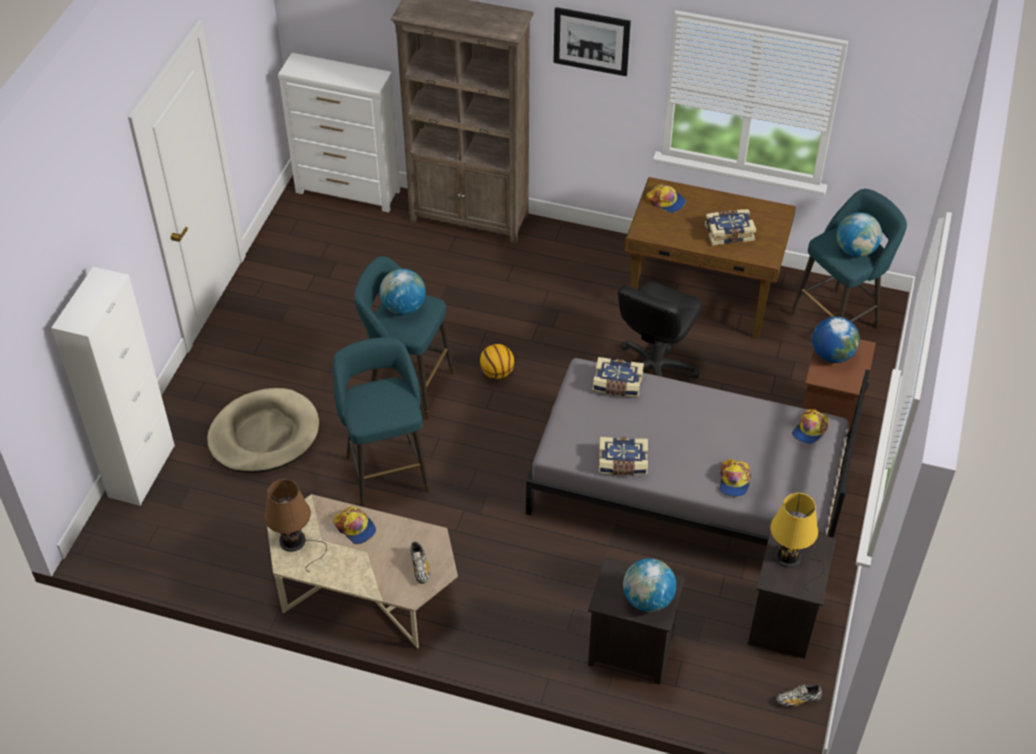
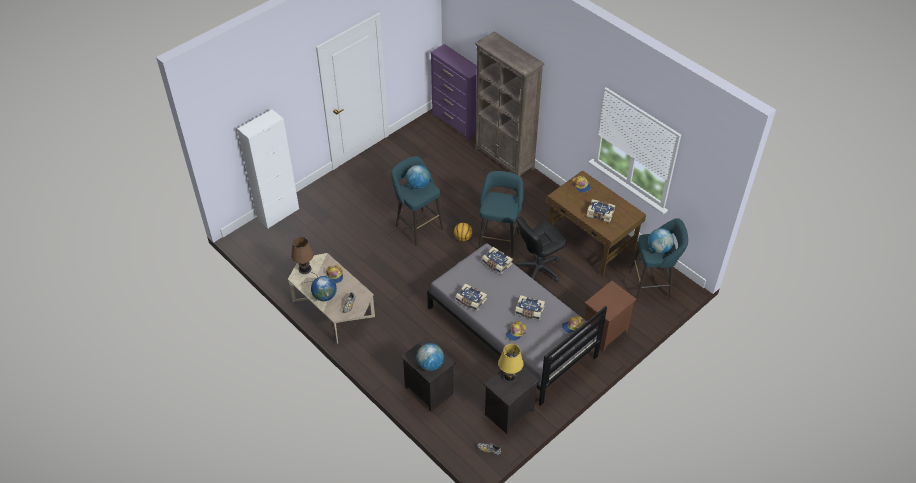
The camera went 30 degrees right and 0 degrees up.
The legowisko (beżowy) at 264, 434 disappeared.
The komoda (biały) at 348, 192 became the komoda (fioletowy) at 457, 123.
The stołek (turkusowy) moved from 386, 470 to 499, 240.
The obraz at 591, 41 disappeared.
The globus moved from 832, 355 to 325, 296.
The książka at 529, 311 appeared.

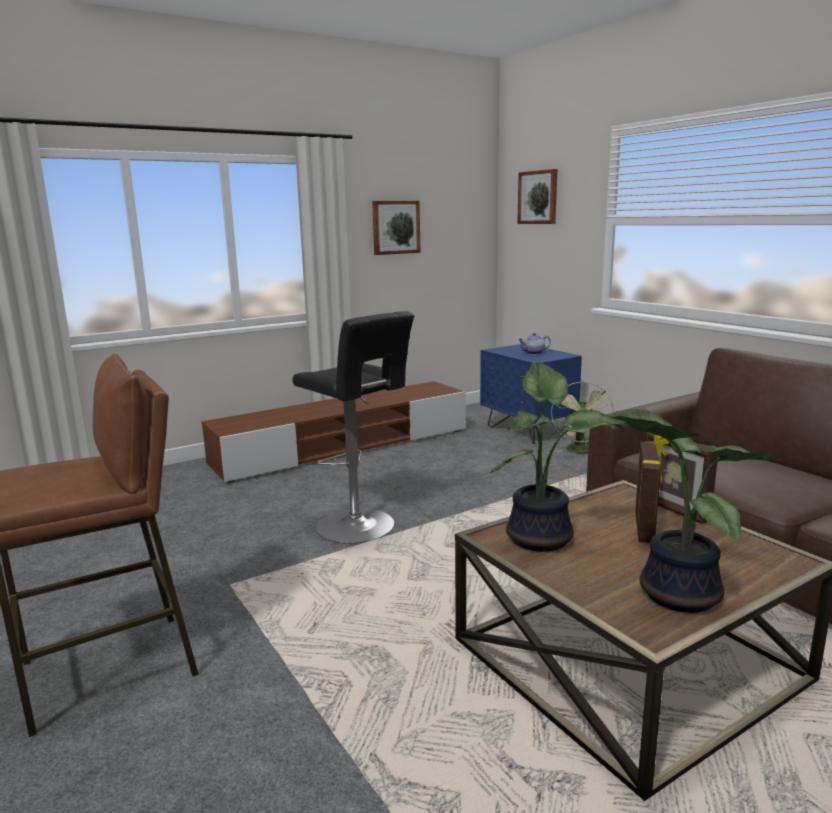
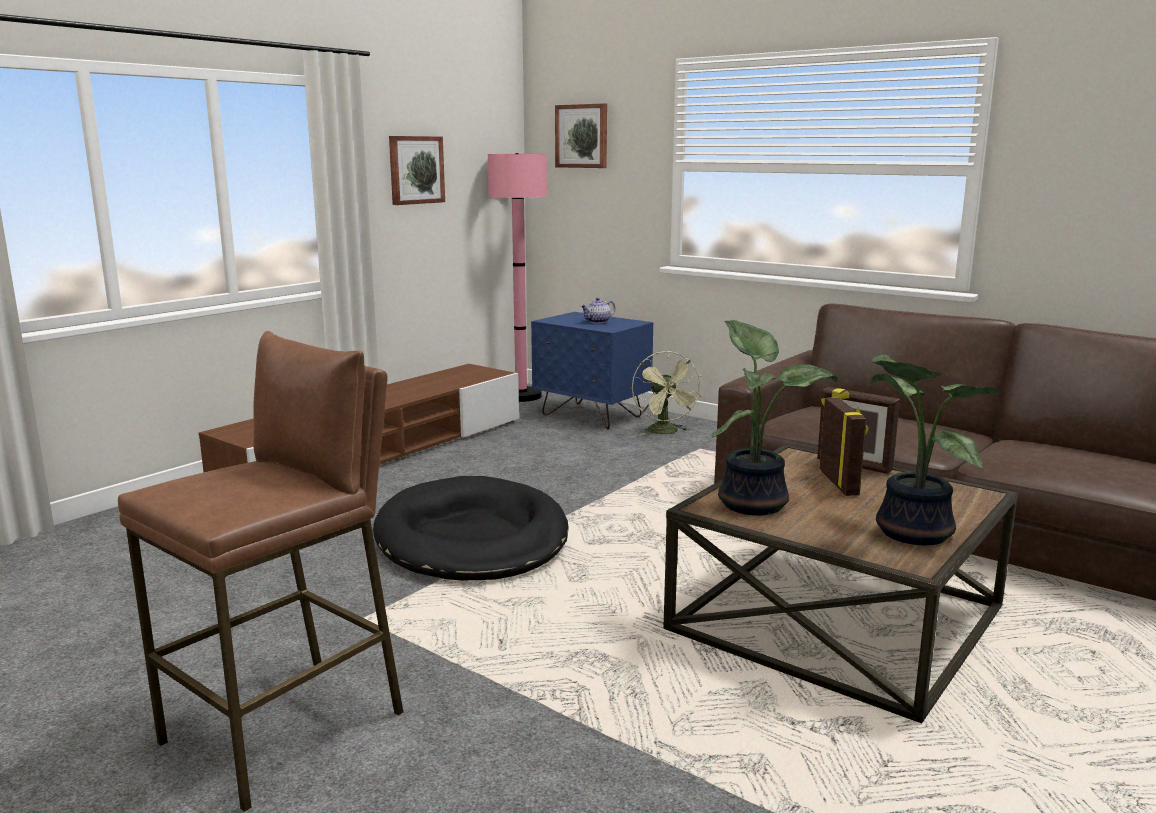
The camera went 20 degrees left and 0 degrees up.
The stołek (czarny) at 359, 527 was replaced by the legowisko (czarny) at 472, 538.
The lampa stojąca (różowy) at 521, 396 appeared.

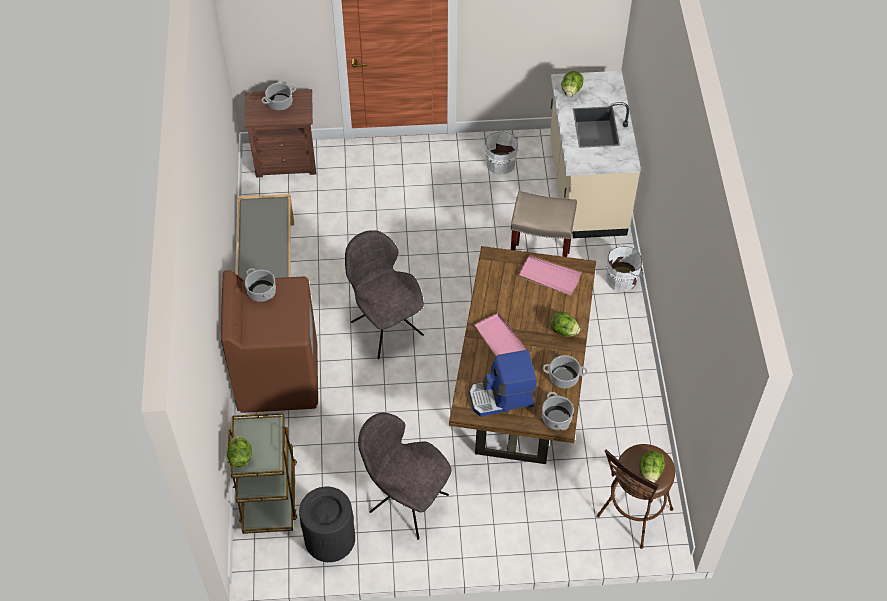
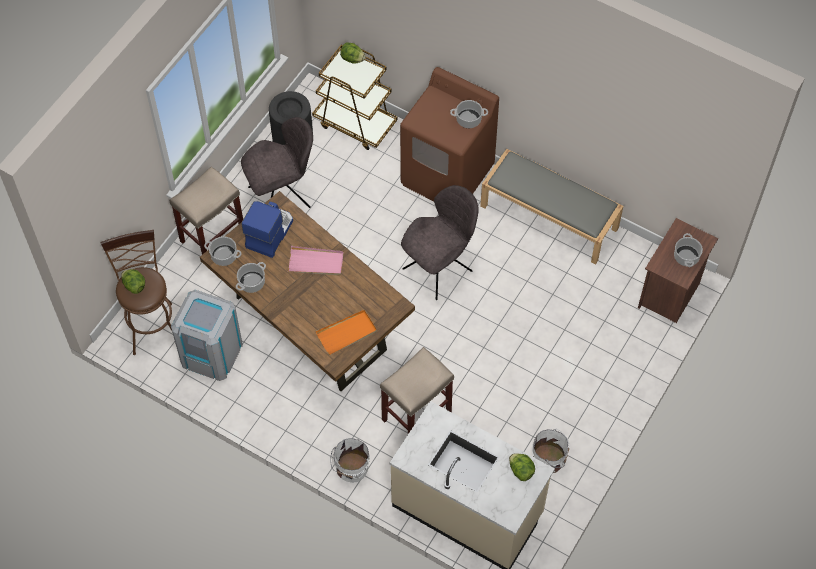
The camera went 125 degrees right and 5 degrees up.
The krzesło (szary) at 385, 326 turned 45 degrees counterclockwise.
The taca (różowy) at 549, 276 became the taca (pomarańczowy) at 347, 333.
The sałata at 564, 331 disappeared.
The stołek (beżowy) at 213, 236 appeared.
The kosz na śmieci (szary) at 212, 353 appeared.

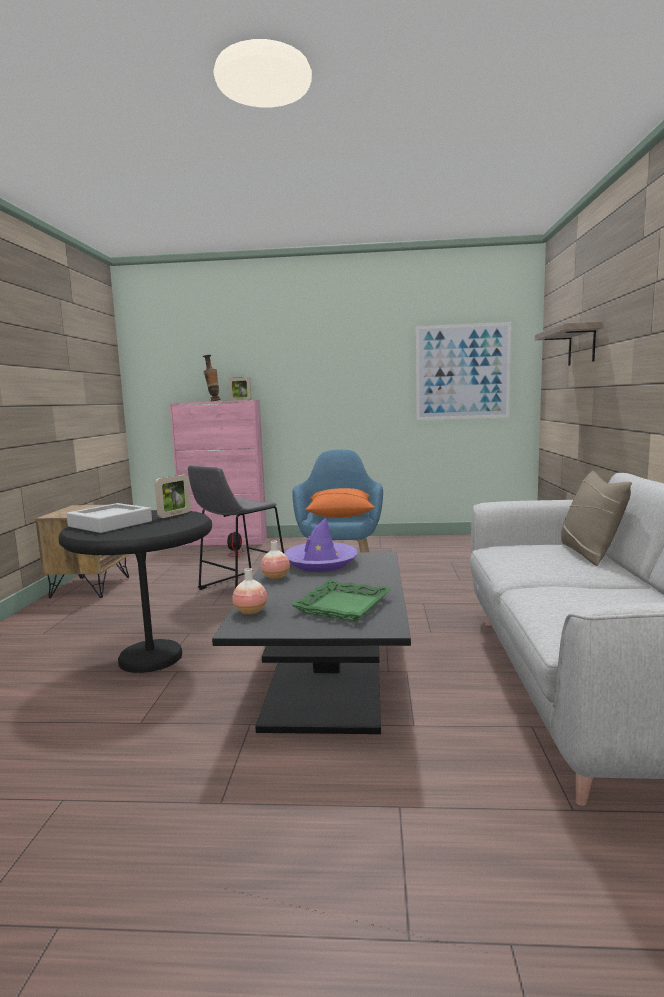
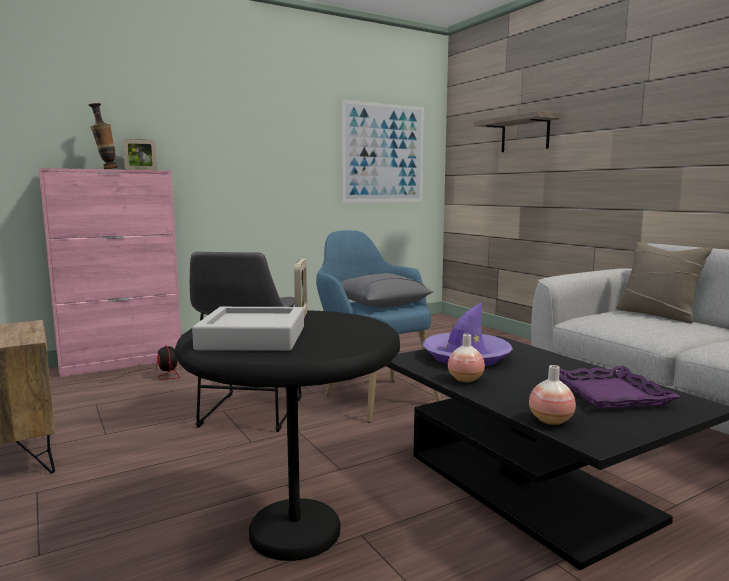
The camera went 35 degrees left and 0 degrees up.
The taca (zielony) at 343, 606 became the taca (fioletowy) at 611, 394.
The poduszka (pomarańczowy) at 340, 514 became the poduszka (szary) at 381, 304.

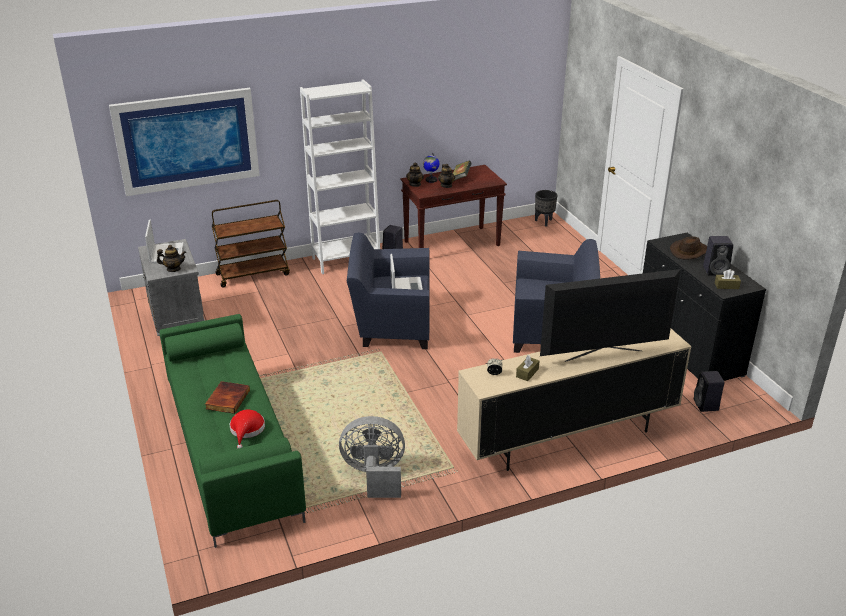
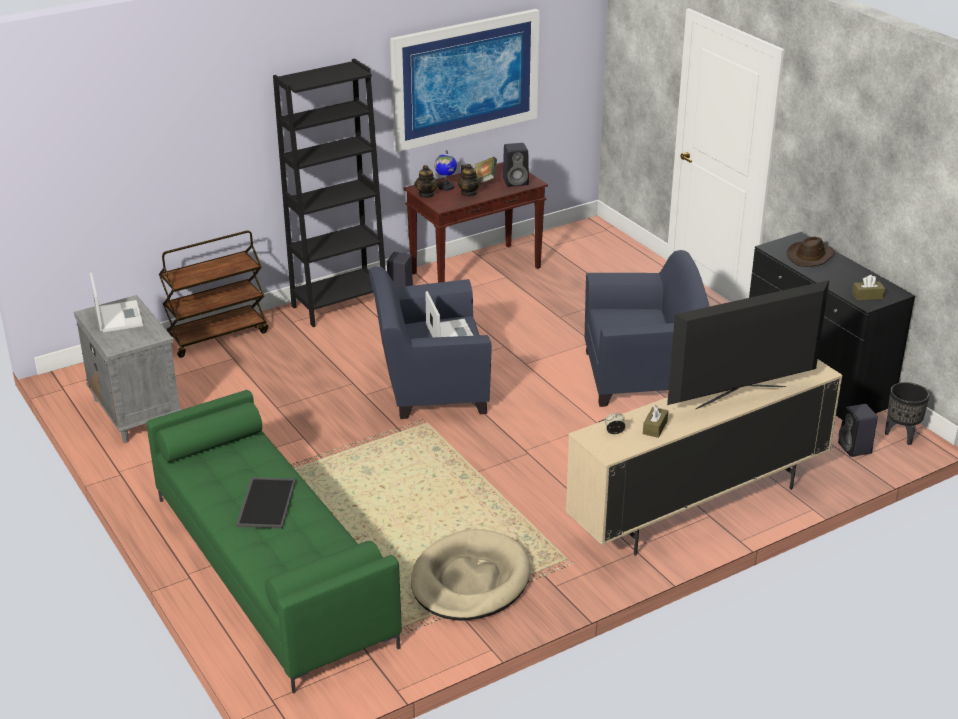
The camera went 10 degrees left and 0 degrees up.
The obraz moved from 187, 141 to 465, 78.
The imbryk at 173, 269 disappeared.
The książka at 227, 399 was replaced by the taca at 265, 502.
The kapelusz (czerwony) at 247, 430 disappeared.
The regał (biały) at 346, 260 became the regał (czarny) at 339, 305.
The wentylator (szary) at 375, 475 was replaced by the legowisko (beżowy) at 470, 580.
The donica (czarny) moved from 544, 222 to 901, 435.
The głośnik (czarny) moved from 716, 271 to 516, 181.

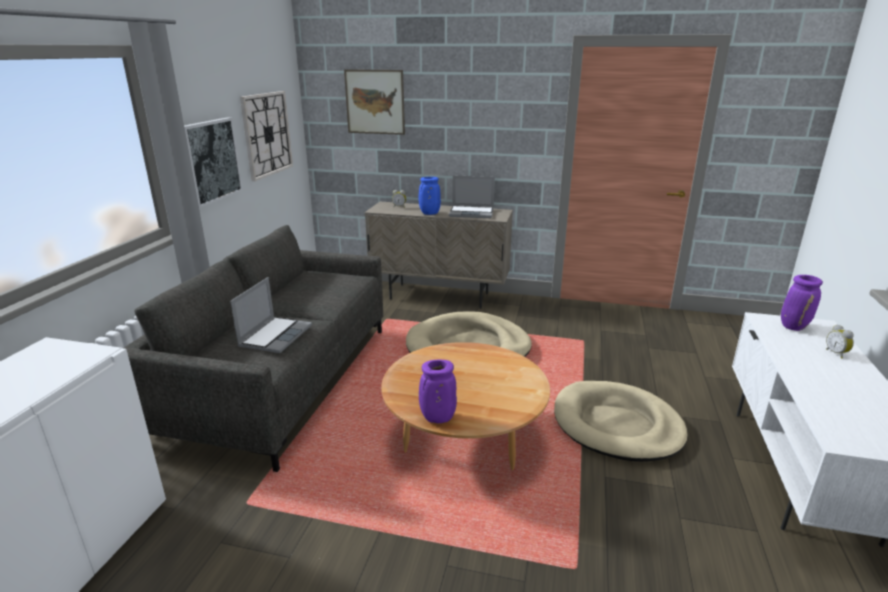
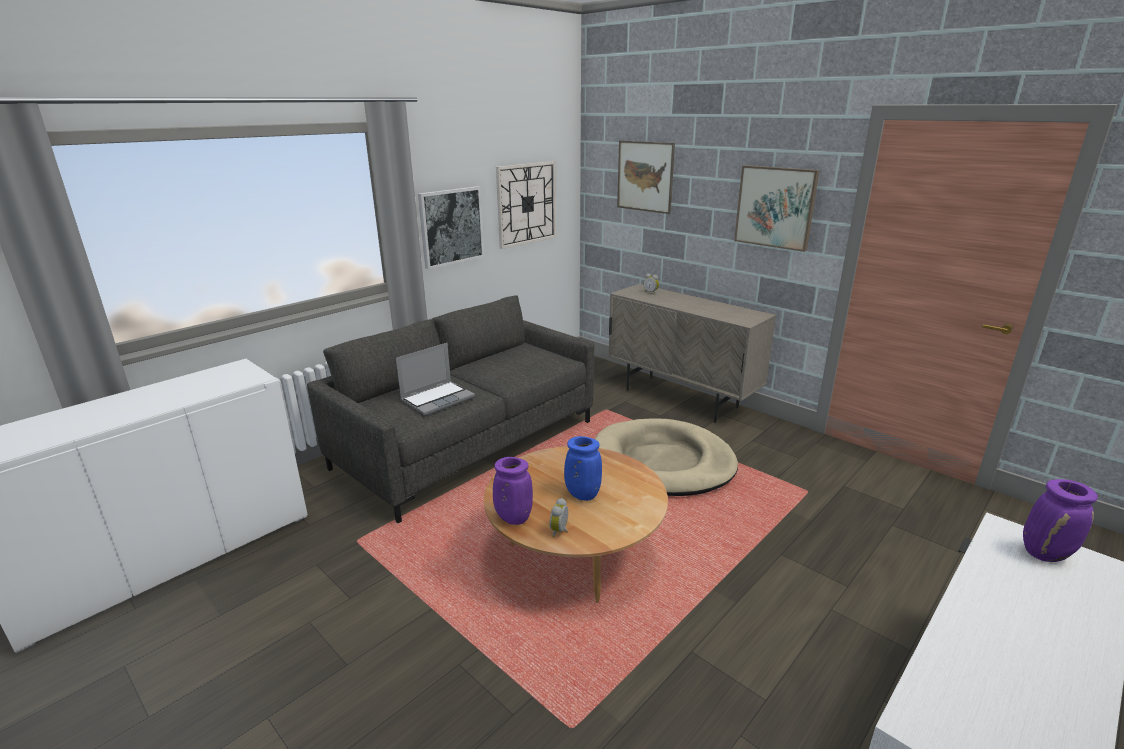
The camera went 30 degrees right and 0 degrees up.
The wazon (niebieski) moved from 429, 213 to 581, 495.
The laptop at 472, 213 disappeared.
The legowisko (beżowy) at 617, 425 disappeared.
The budzik moved from 836, 353 to 560, 531.
The obraz at 775, 207 appeared.

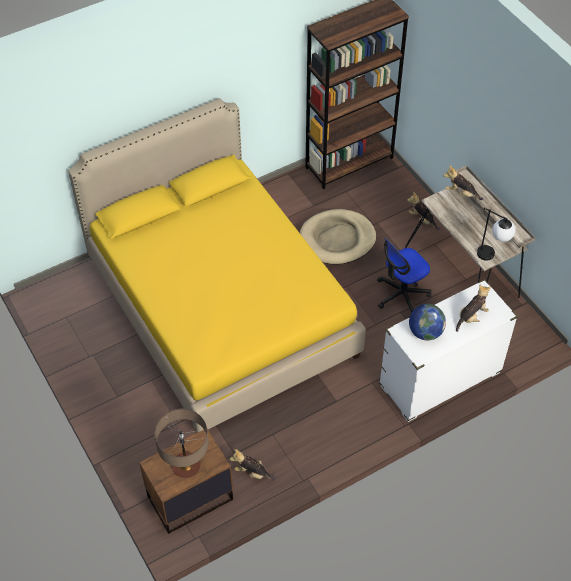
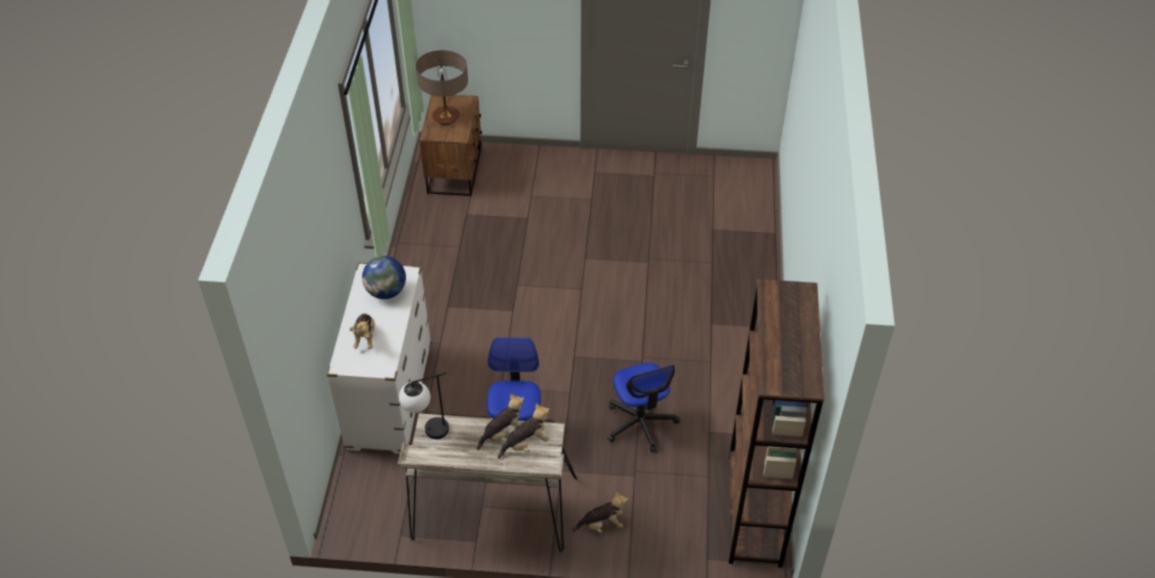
The camera went 125 degrees right and 5 degrees down.
The łóżko (żółty) at 221, 307 disappeared.
The pluszak moved from 252, 472 to 503, 434.
The legowisko (beżowy) at 337, 239 was replaced by the krzesło biurowe at 640, 423.

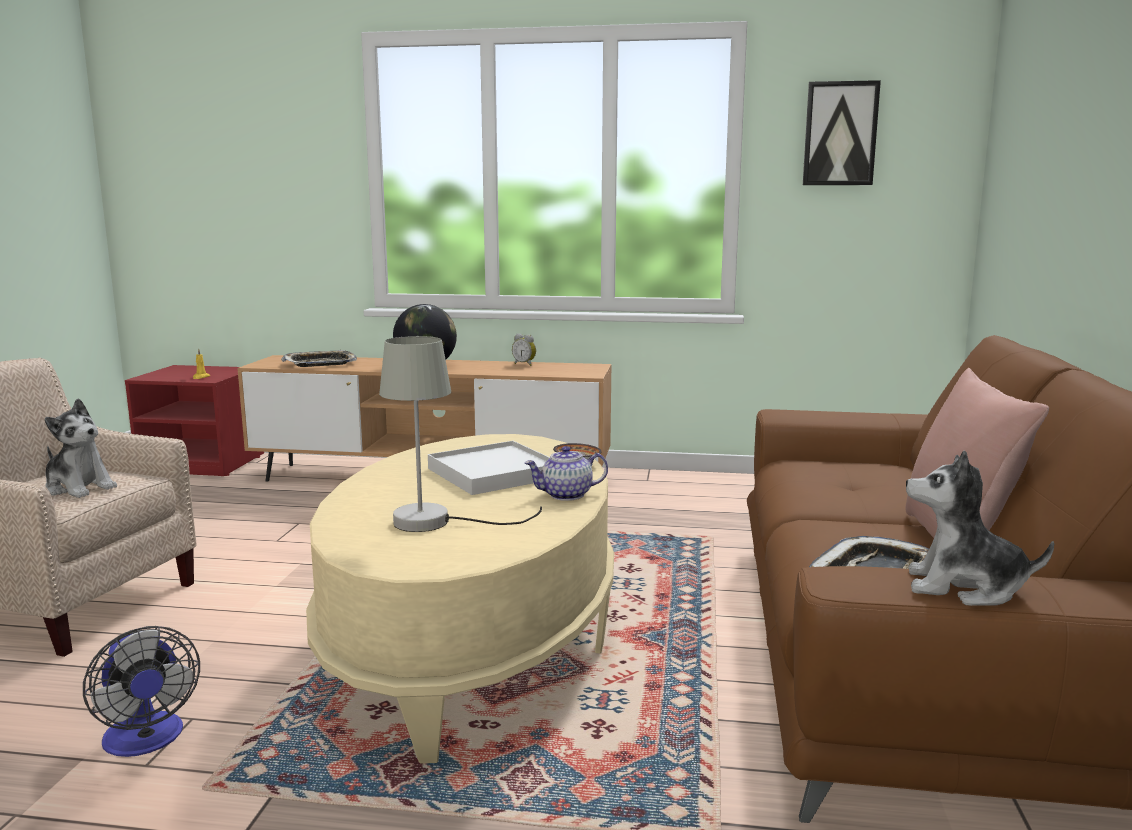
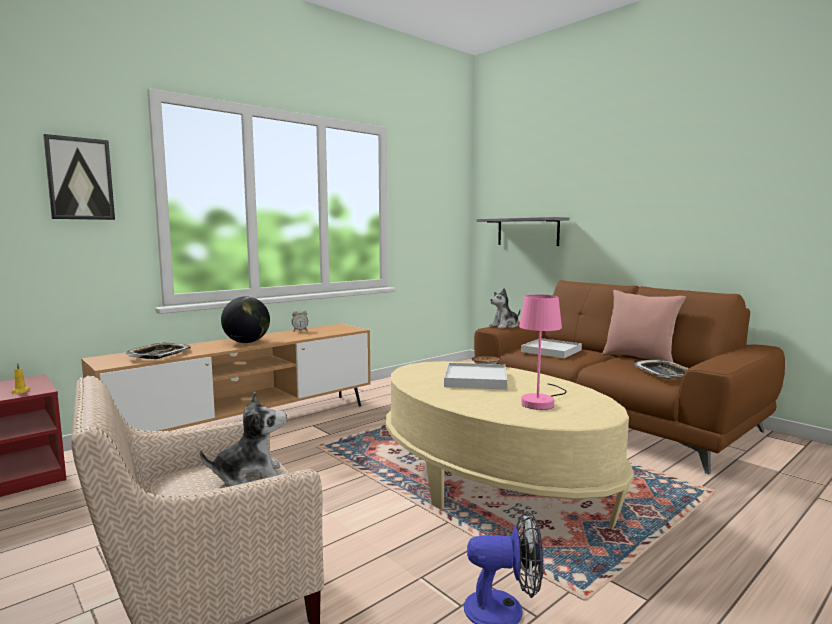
The camera went 50 degrees left and 5 degrees down.
The lampa stołowa (szary) at 438, 522 became the lampa stołowa (różowy) at 542, 401.
The imbryk at 566, 495 disappeared.
The obraz moved from 840, 134 to 80, 179.
The pluszak moved from 964, 588 to 505, 326.
The półka (szary) at 527, 231 appeared.
The taca (biały) at 551, 351 appeared.

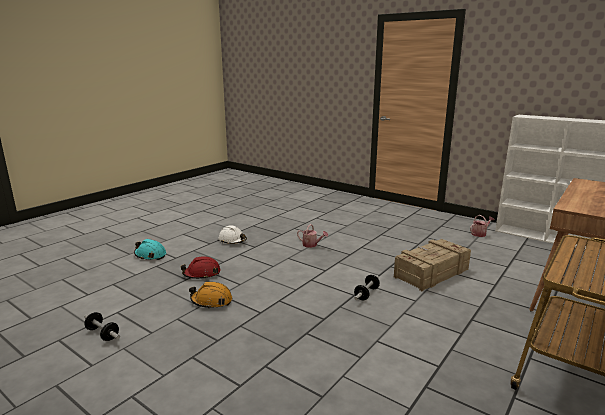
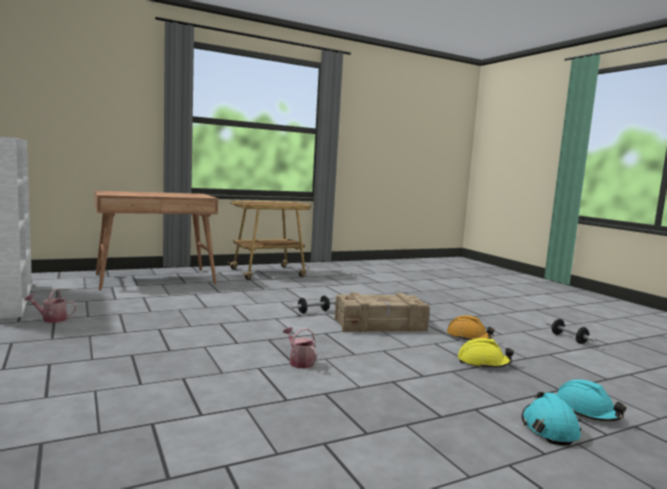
The camera went 155 degrees left and 10 degrees down.
The kask (czerwony) at 202, 274 became the kask (żółty) at 483, 363.
The kask (biały) at 232, 240 disappeared.
The skrzynka moved from 430, 273 to 380, 325.
The kask (turkusowy) at 549, 428 appeared.

